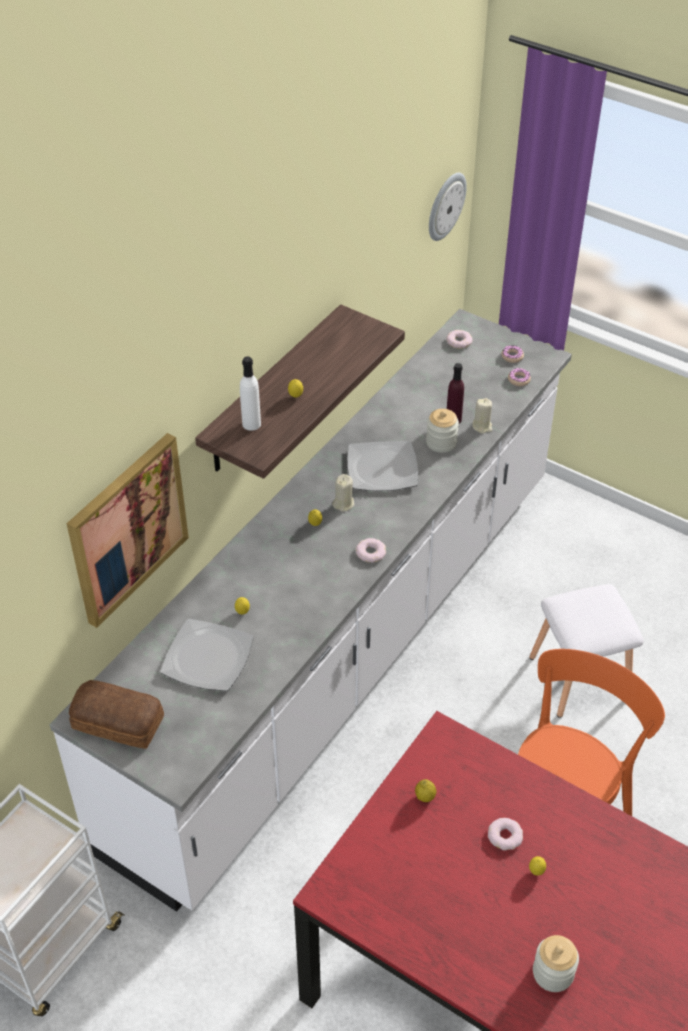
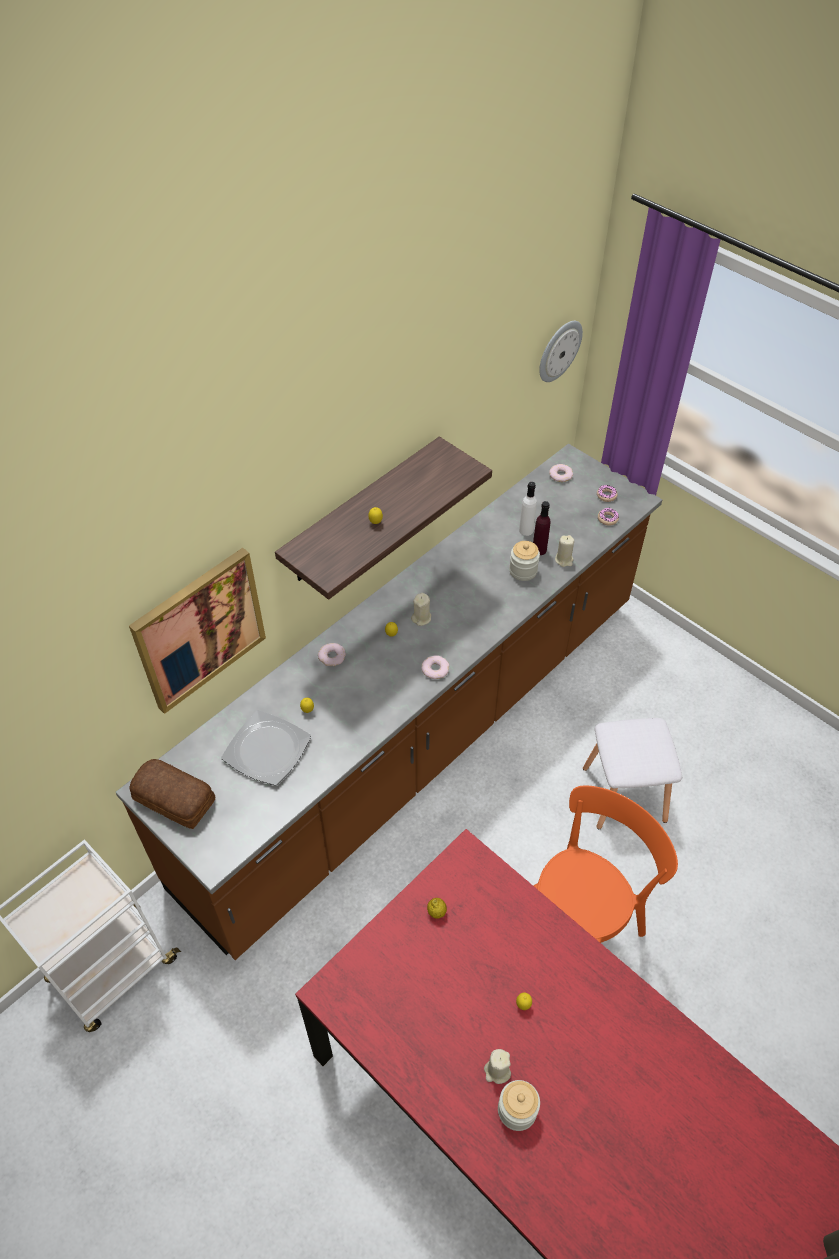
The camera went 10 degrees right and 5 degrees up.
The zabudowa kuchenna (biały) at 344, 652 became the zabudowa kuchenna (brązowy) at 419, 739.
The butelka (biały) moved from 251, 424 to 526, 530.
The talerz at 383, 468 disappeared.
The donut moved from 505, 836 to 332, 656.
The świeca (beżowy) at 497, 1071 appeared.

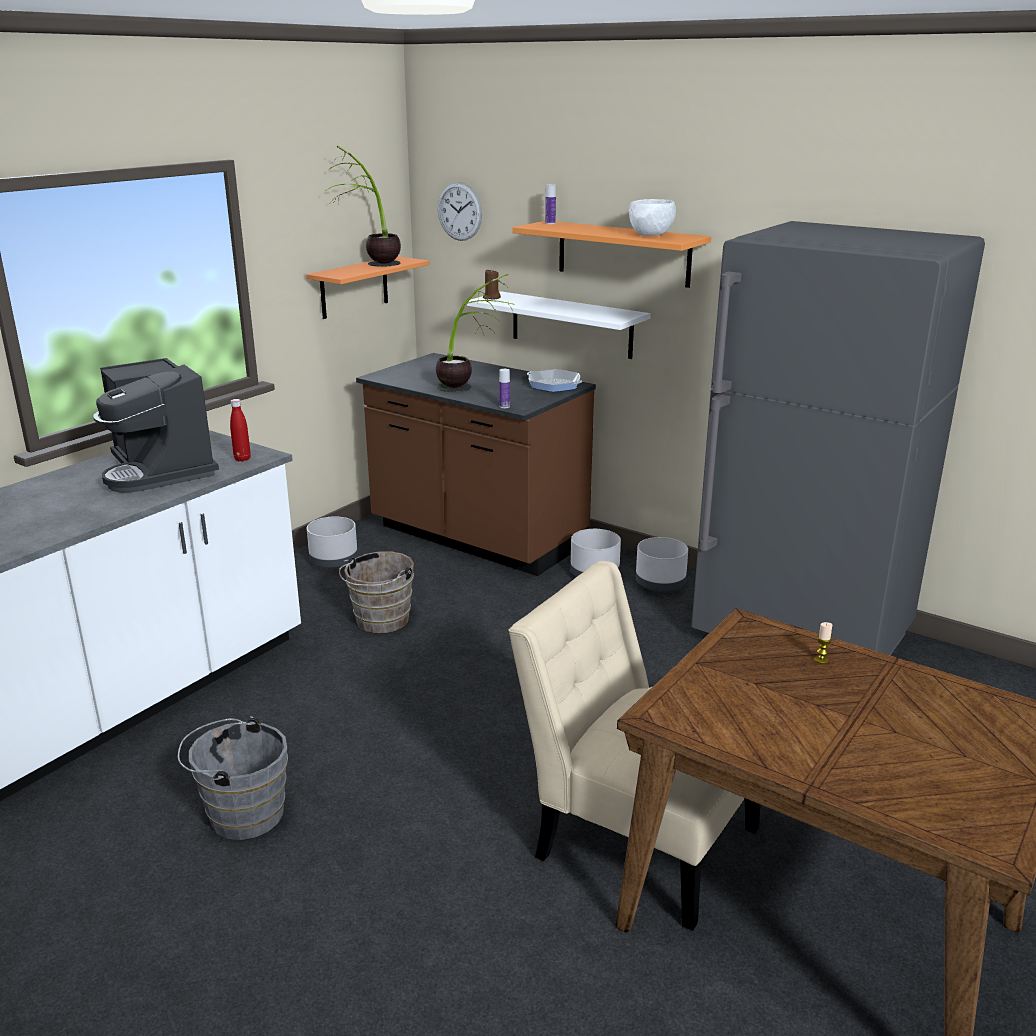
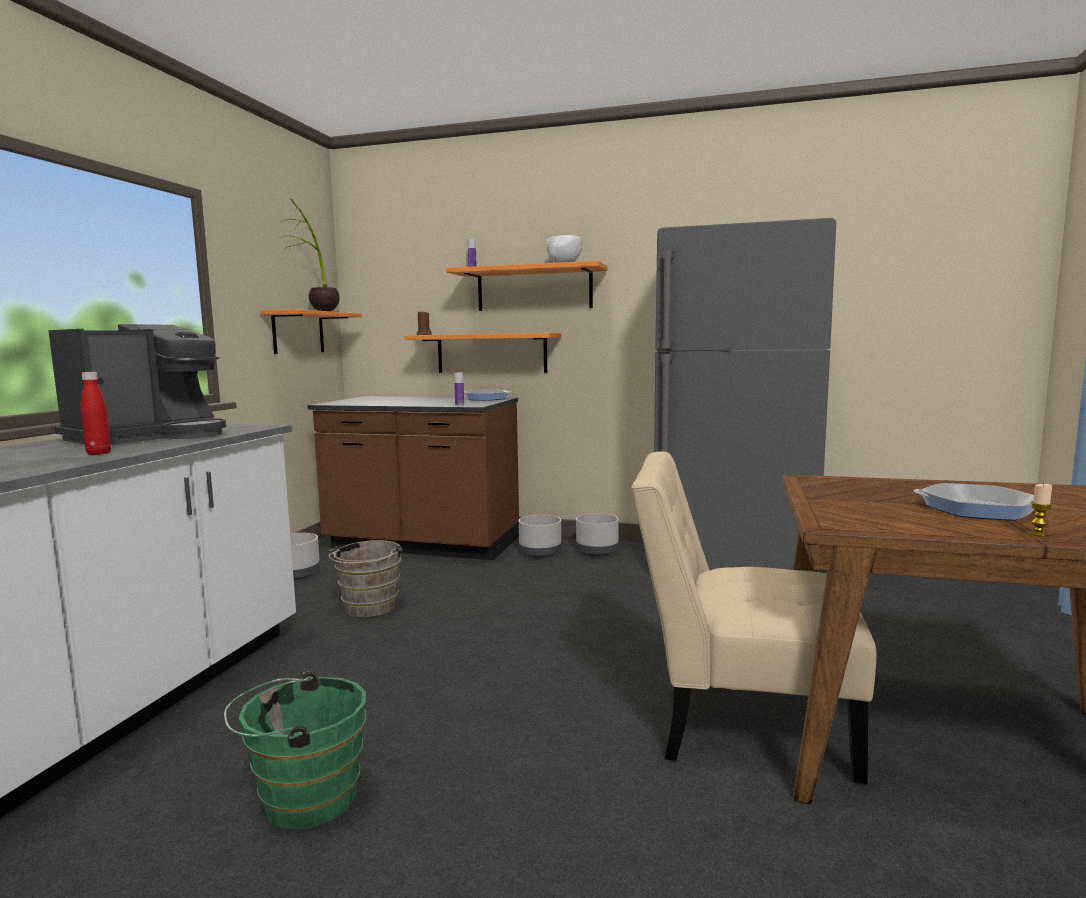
The camera went 20 degrees left and 15 degrees down.
The ekspres do kawy at 160, 470 turned 90 degrees counterclockwise.
The wiadro (szary) at 241, 814 became the wiadro (zielony) at 303, 798.
The butelka (czerwony) moved from 242, 459 to 99, 453.
The roślina doniczkowa at 470, 391 disappeared.
The zegar ścienny at 459, 211 disappeared.
The półka (biały) at 571, 325 became the półka (pomarańczowy) at 491, 353.
The świeca moved from 821, 660 to 1038, 534.
The patelnia at 977, 509 appeared.

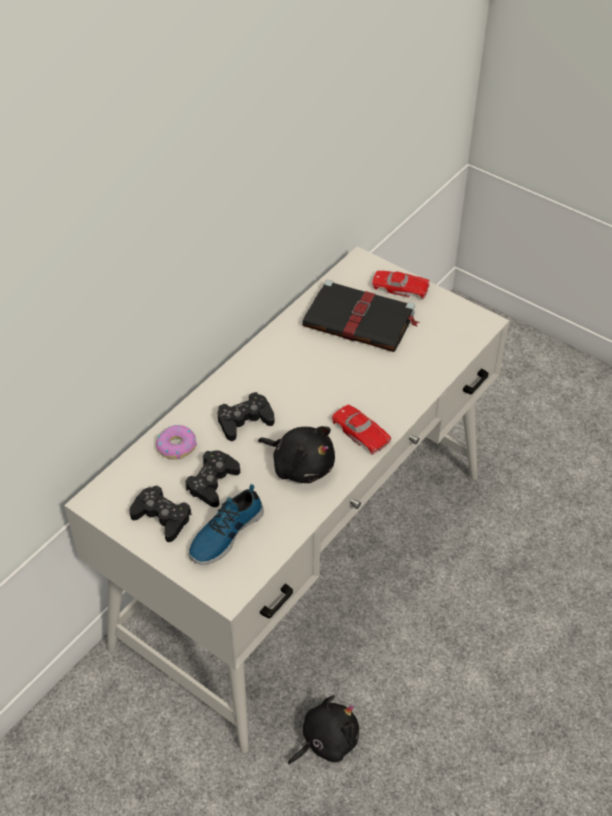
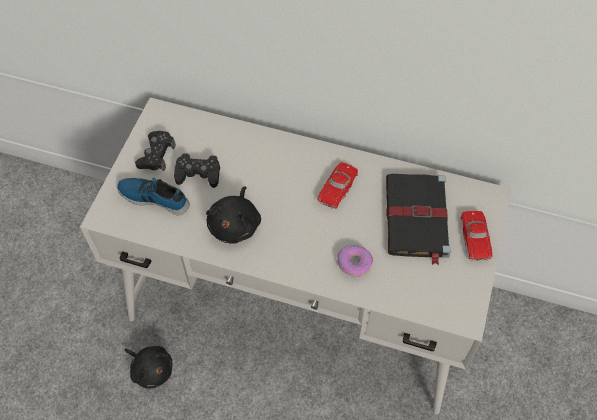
The camera went 70 degrees right and 10 degrees up.
The donut moved from 176, 446 to 354, 263.
The pad do gier (czarny) at 245, 421 disappeared.
The samochodzik (czerwony) moved from 361, 432 to 337, 187.

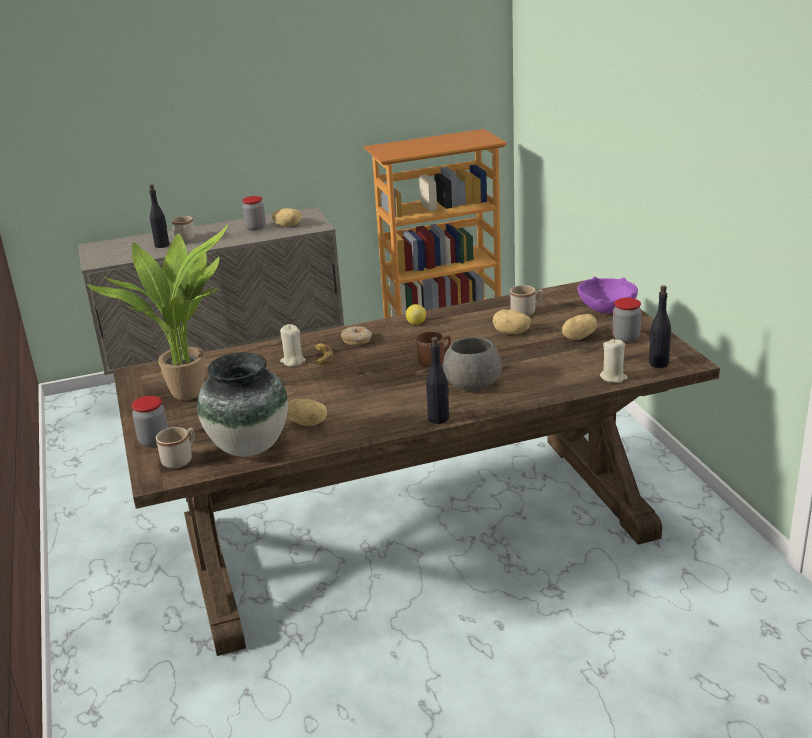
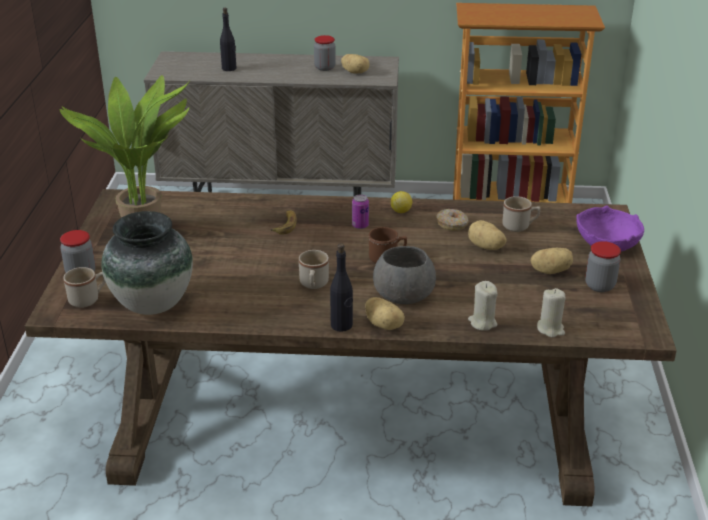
The camera went 20 degrees right and 5 degrees up.
The kubek (beżowy) moved from 185, 239 to 313, 285.
The świeca (beżowy) moved from 293, 361 to 482, 322.
The ziemniak moved from 308, 423 to 384, 325.
The donut moved from 357, 340 to 452, 224.
The butelka (czarny) at 658, 363 disappeared.
The puszka at 360, 225 appeared.

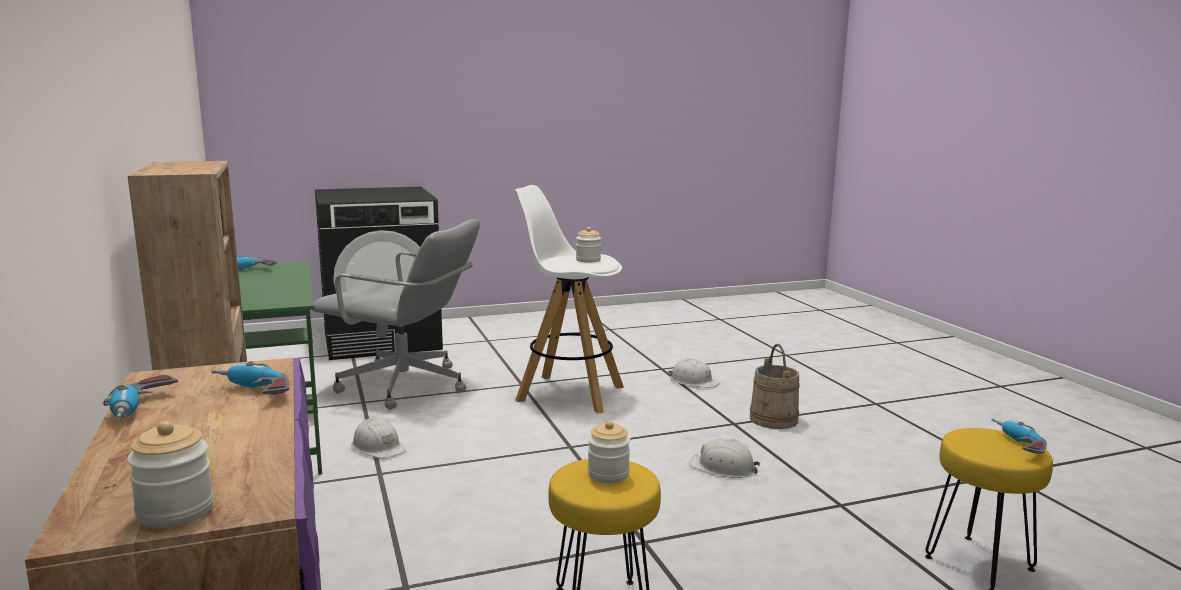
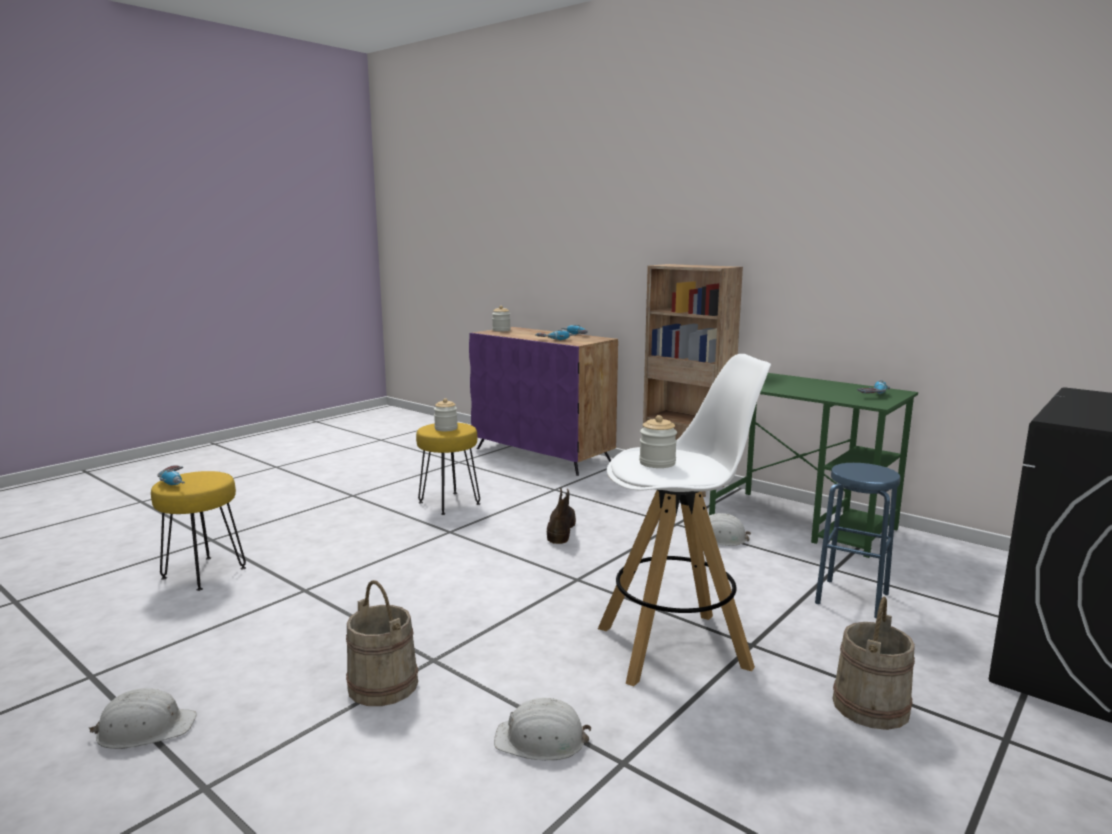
The camera went 150 degrees right and 0 degrees up.
The krzesło biurowe (szary) at 405, 386 was replaced by the stołek (niebieski) at 851, 598.
The kask (biały) moved from 723, 467 to 145, 729.
The but z cholewką (brązowy) at 561, 529 appeared.
The wiadro (beżowy) at 871, 706 appeared.

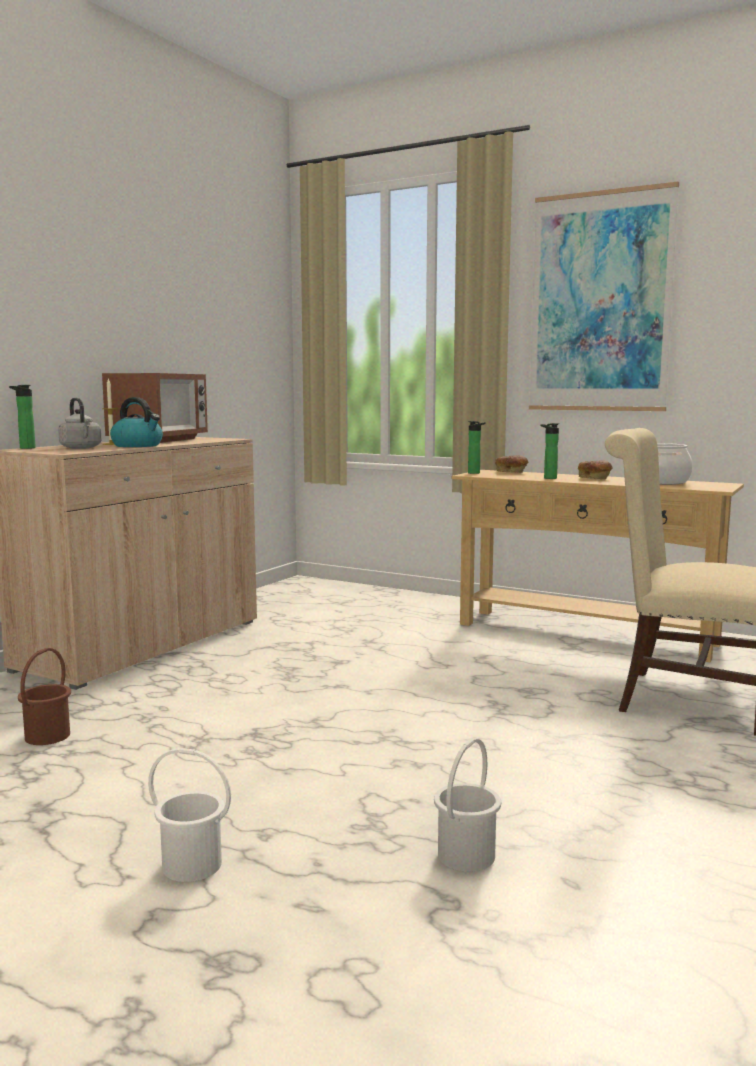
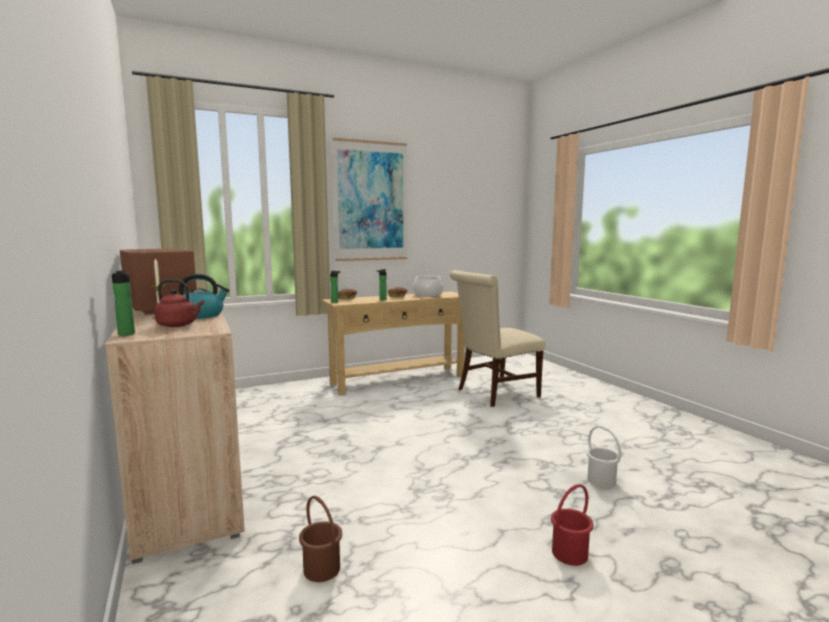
The camera went 55 degrees left and 0 degrees up.
The czajnik (szary) at 81, 448 became the czajnik (czerwony) at 179, 325.
The wiadro (biały) at 192, 864 became the wiadro (czerwony) at 569, 553.

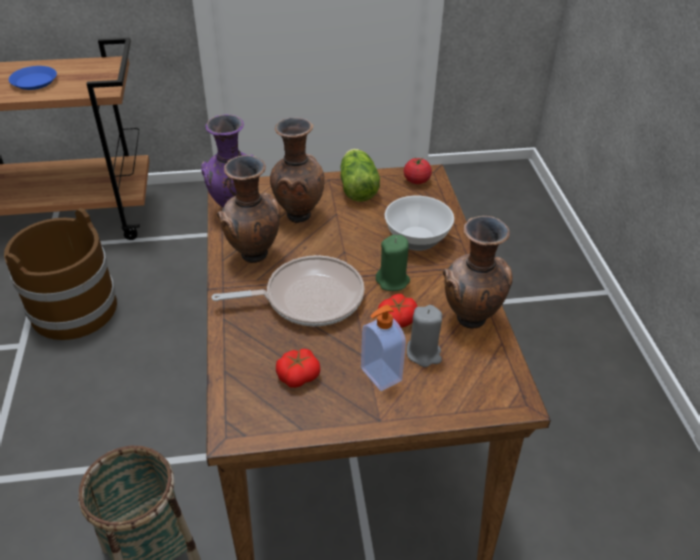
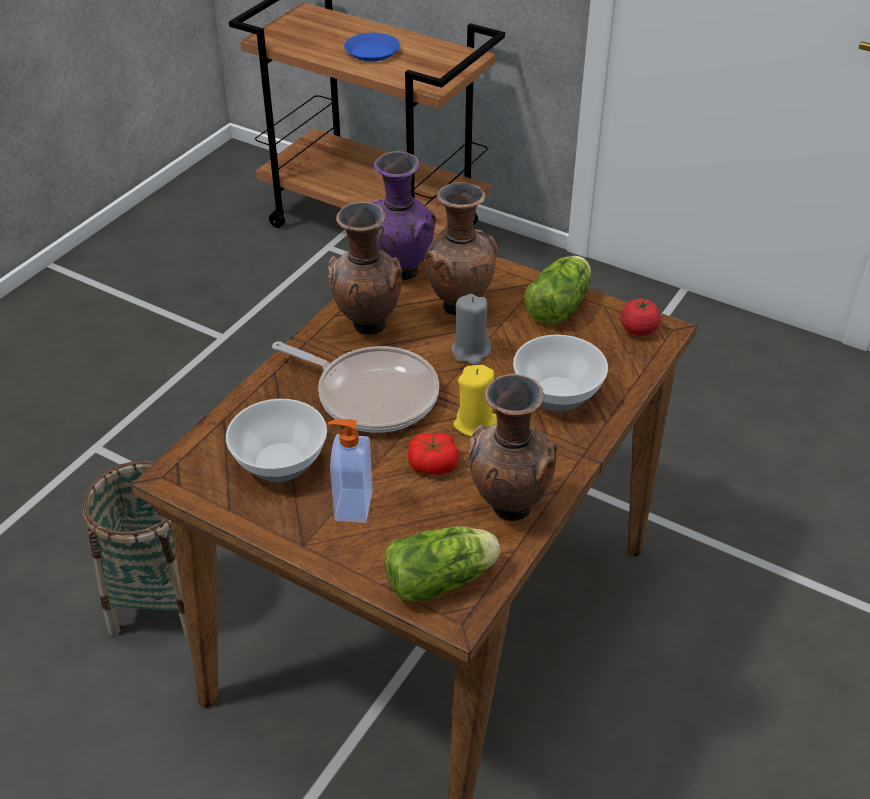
The camera went 40 degrees right and 0 degrees up.
The wiadro (brązowy) at 74, 308 disappeared.
The pomidor at 298, 375 was replaced by the miska at 279, 461.
The świeca (zielony) at 393, 281 became the świeca (żółty) at 476, 423.
The świeca (szary) moved from 424, 353 to 471, 351.
The sałata at 443, 579 appeared.

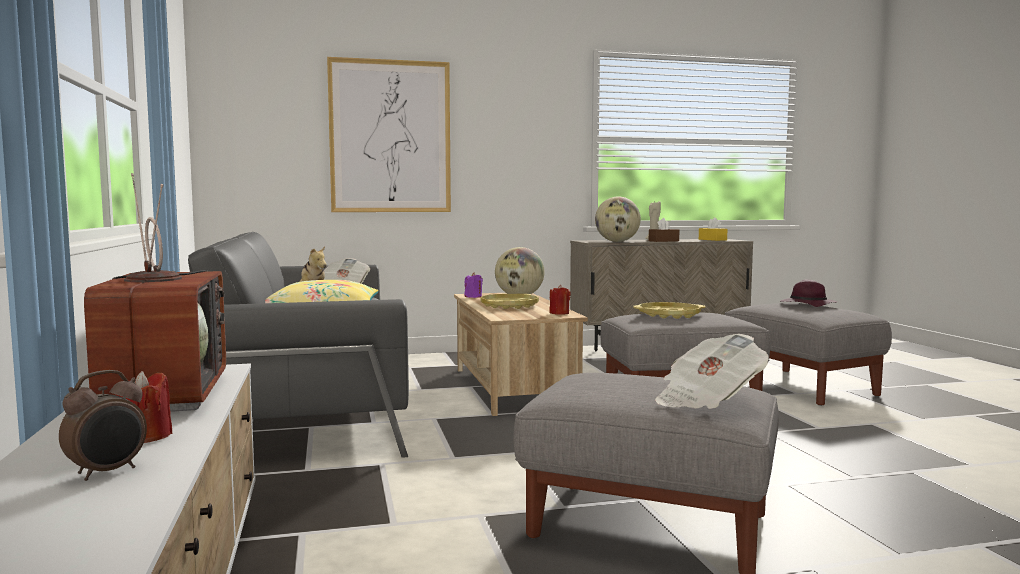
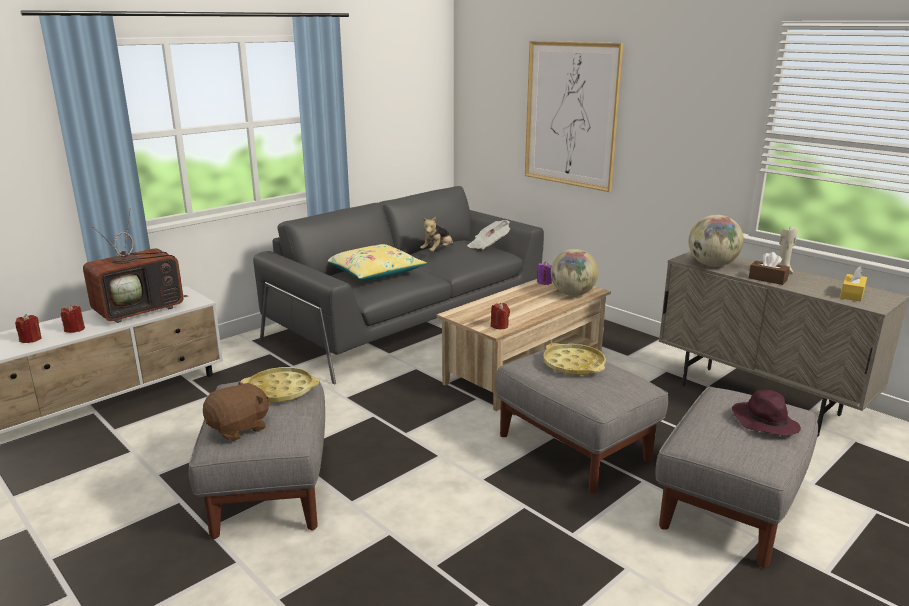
The camera went 60 degrees right and 15 degrees up.
The budzik at 108, 472 was replaced by the świeca (czerwony) at 31, 339.
The taca (żółty) moved from 509, 306 to 280, 391.
The gazeta at 707, 400 was replaced by the pluszak (brązowy) at 239, 428.

